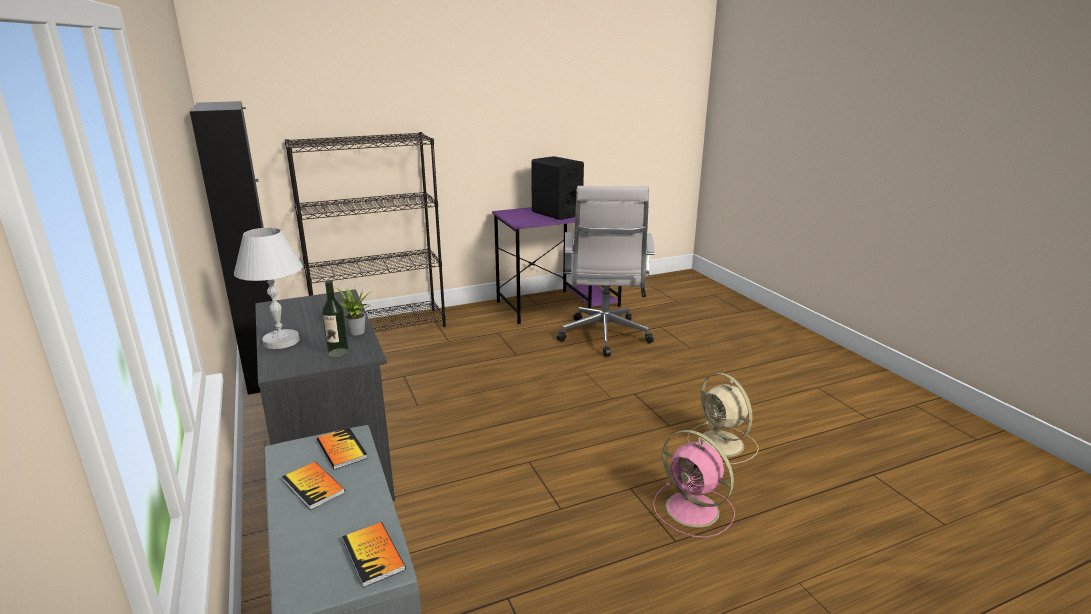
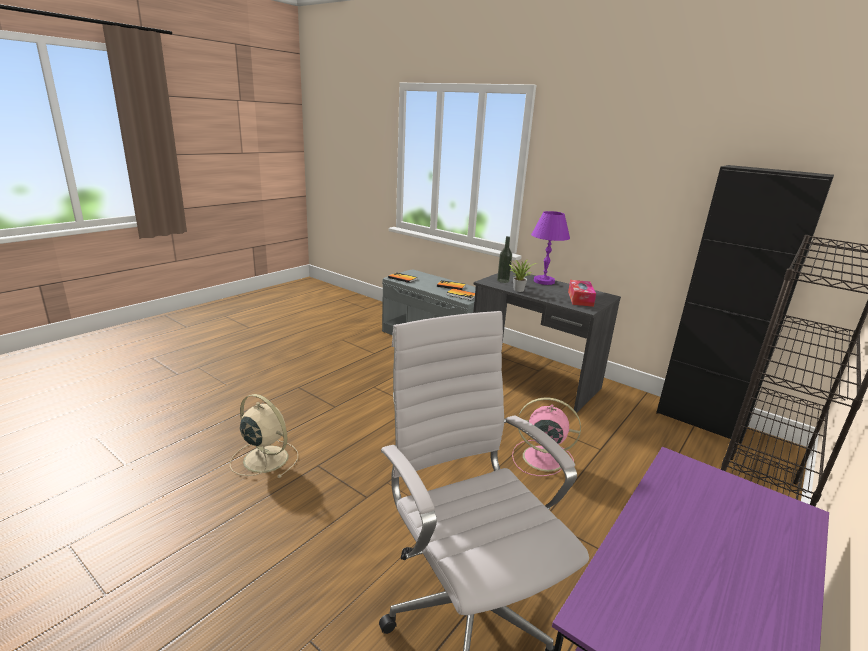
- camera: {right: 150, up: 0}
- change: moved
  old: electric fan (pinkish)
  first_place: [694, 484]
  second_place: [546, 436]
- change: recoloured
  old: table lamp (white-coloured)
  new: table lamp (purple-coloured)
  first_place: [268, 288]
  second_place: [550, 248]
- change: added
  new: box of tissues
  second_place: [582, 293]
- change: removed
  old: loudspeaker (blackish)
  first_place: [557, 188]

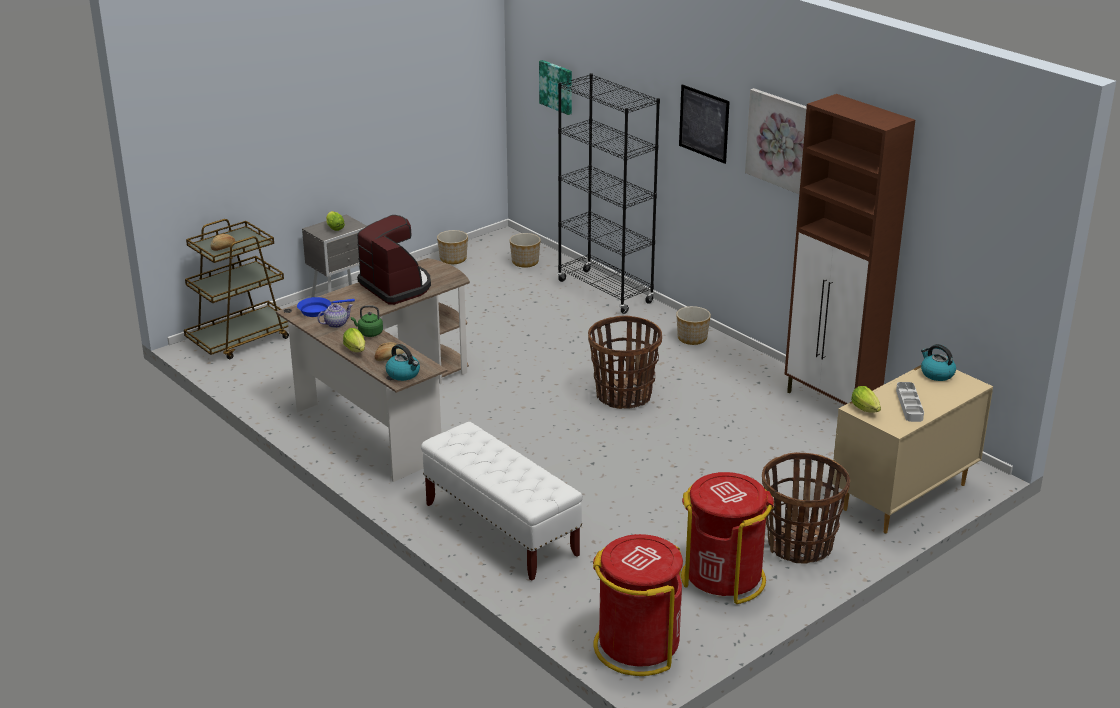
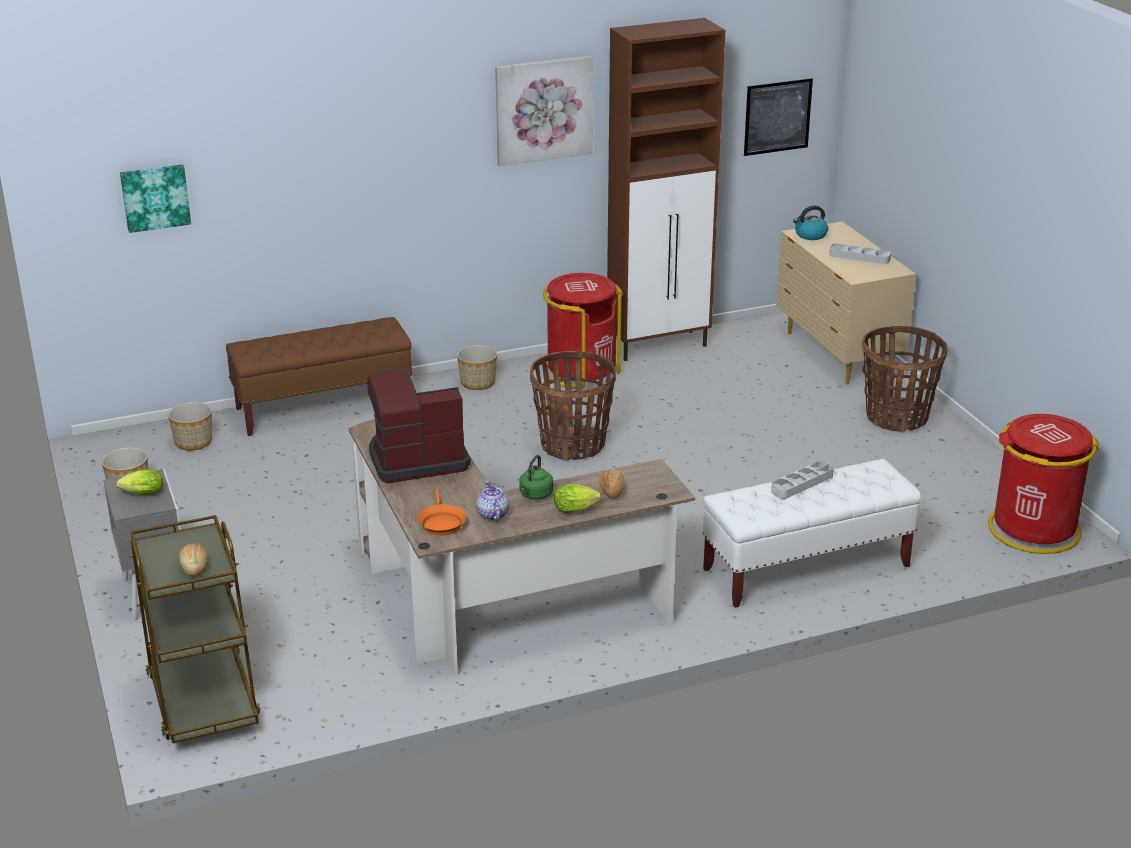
- camera: {right: -70, up: 0}
- change: replaced
  old: shelving unit (blackish)
  new: indoor bench (brown-coloured)
  first_place: [608, 193]
  second_place: [319, 376]
- change: recoloured
  old: pan (blue-coloured)
  new: pan (orange)
  first_place: [326, 307]
  second_place: [442, 513]
- change: moved
  old: trash can (red-coloured)
  first_place: [727, 538]
  second_place: [583, 331]
- change: moved
  old: wall art
  first_place: [704, 124]
  second_place: [778, 117]
- change: added
  new: tray (greyish)
  second_place: [802, 480]
- change: removed
  old: tea kettle
  first_place: [403, 362]
- change: removed
  old: lettuce
  first_place: [866, 399]

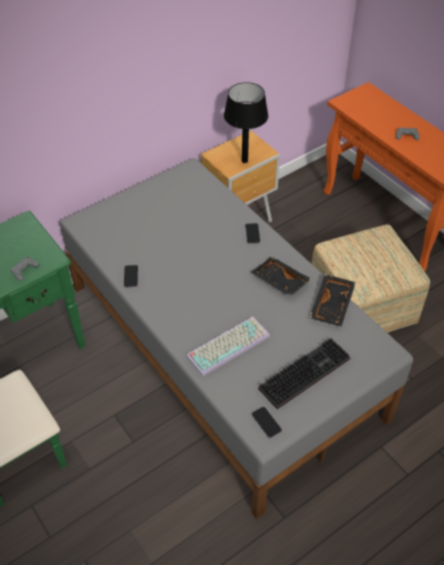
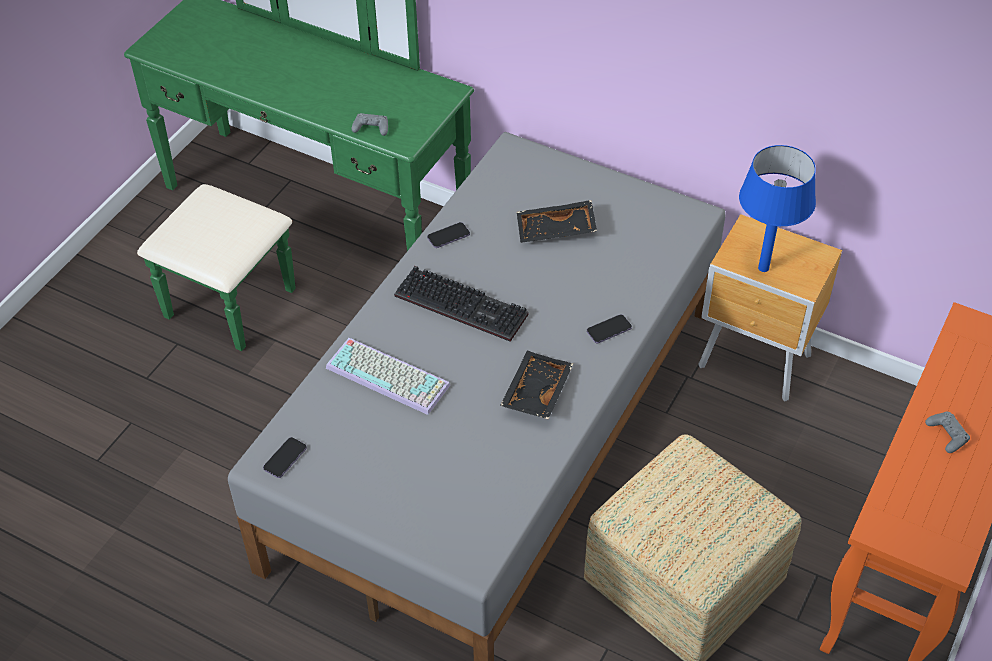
- camera: {right: 65, up: 0}
- change: moved
  old: PC keyboard
  first_place: [304, 373]
  second_place: [461, 304]
- change: moved
  old: tray (blackish)
  first_place: [333, 300]
  second_place: [557, 221]
- change: recoloured
  old: table lamp (blackish)
  new: table lamp (blue-coloured)
  first_place: [246, 122]
  second_place: [777, 208]

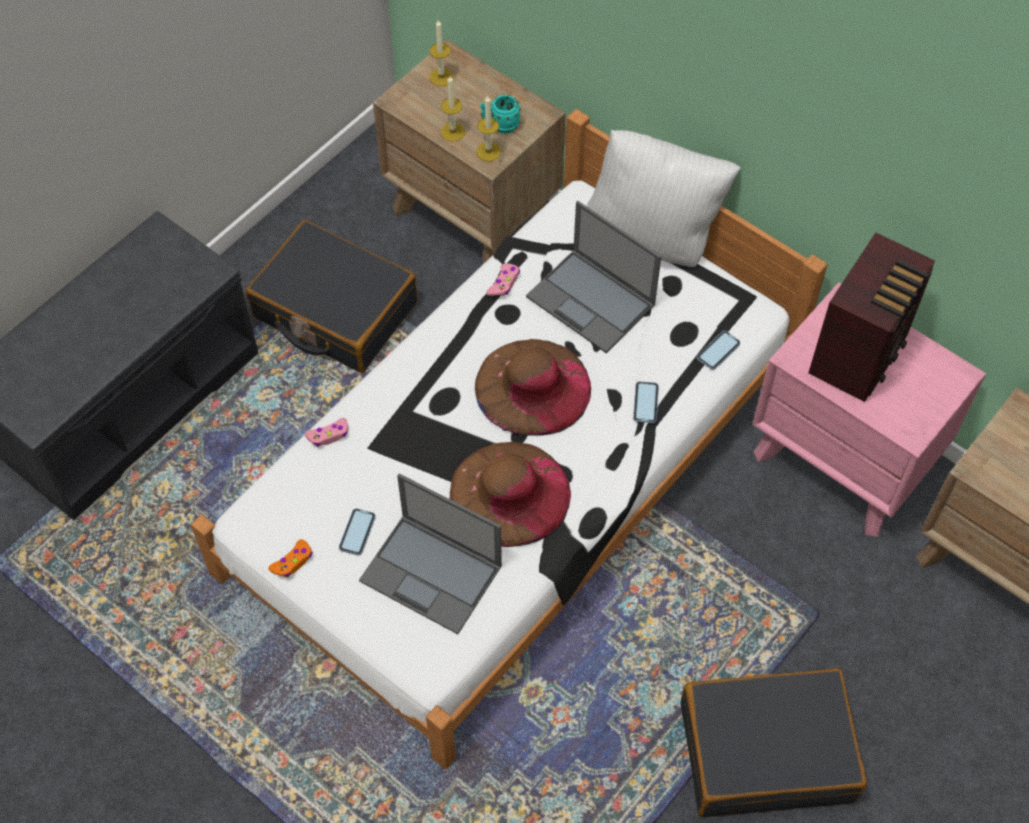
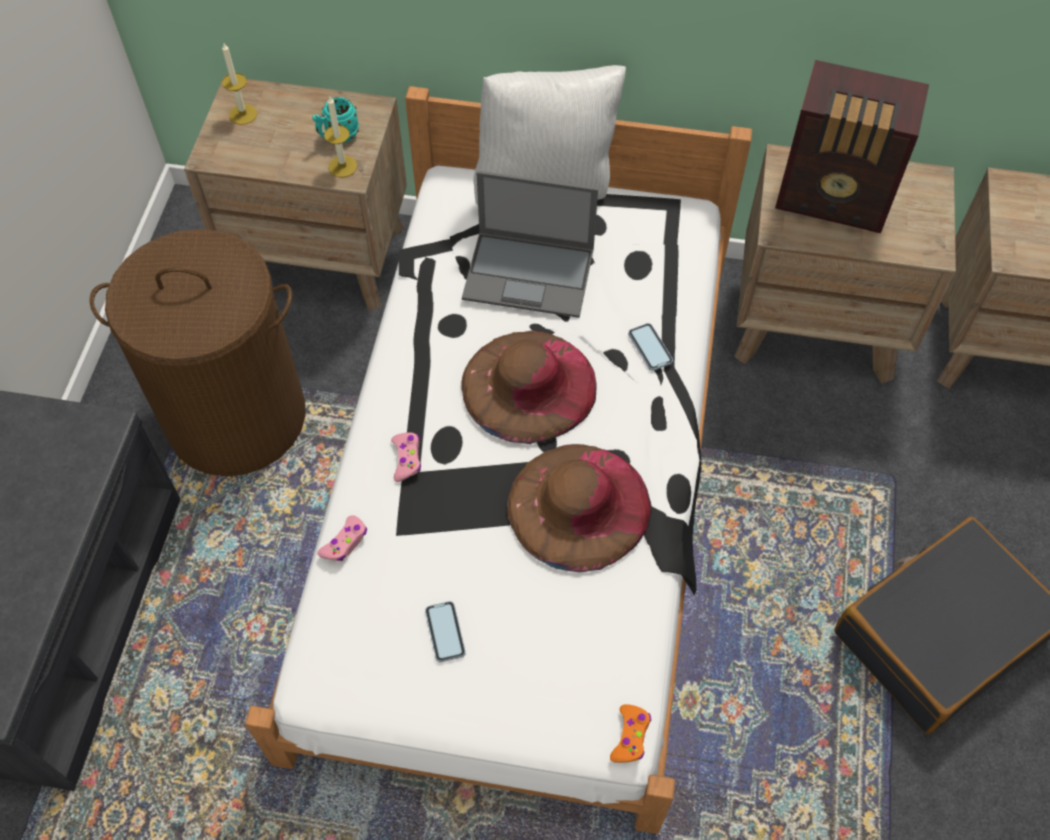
- camera: {right: -30, up: 0}
- change: replaced
  old: piece of luggage (blackish)
  new: hamper (brown-coloured)
  first_place: [331, 296]
  second_place: [197, 352]
- change: moved
  old: gamepad (pinkish)
  first_place: [503, 279]
  second_place: [406, 457]
- change: moved
  old: gamepad (orange)
  first_place: [290, 558]
  second_place: [630, 733]
- change: recoloured
  old: bedside table (pinkish)
  new: bedside table (brown-coloured)
  first_place: [869, 409]
  second_place: [845, 263]
- change: turned
  old: radio
  first_place: [871, 317]
  second_place: [852, 146]
  degrees: 105
- change: removed
  old: portable computer
  first_place: [430, 553]
- change: removed
  old: candle
  first_place: [453, 109]
- change: removed
  old: handset
  first_place: [718, 350]

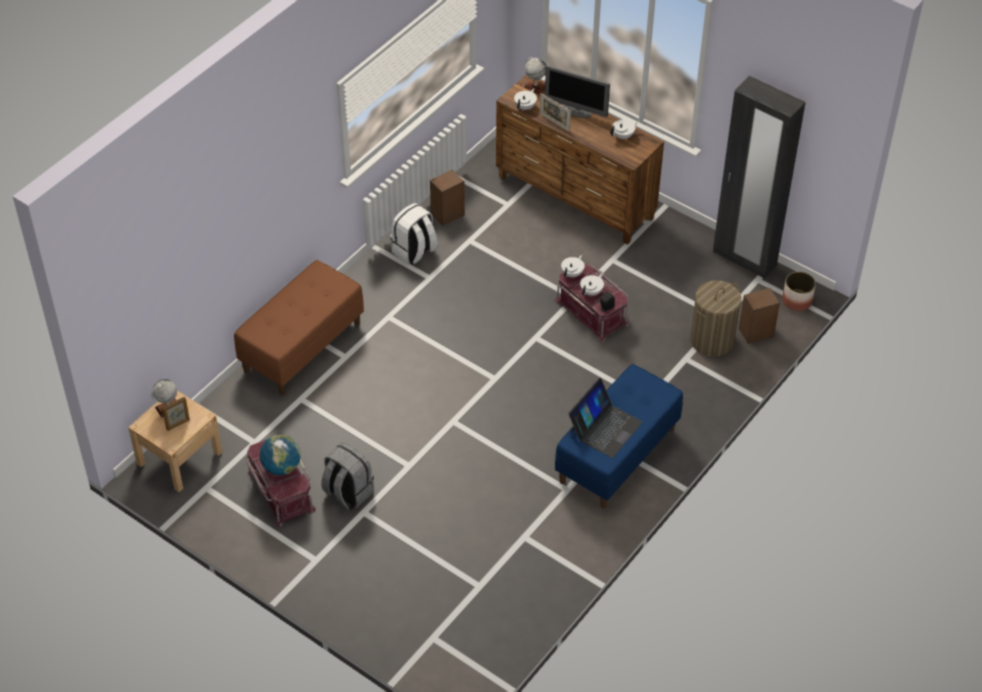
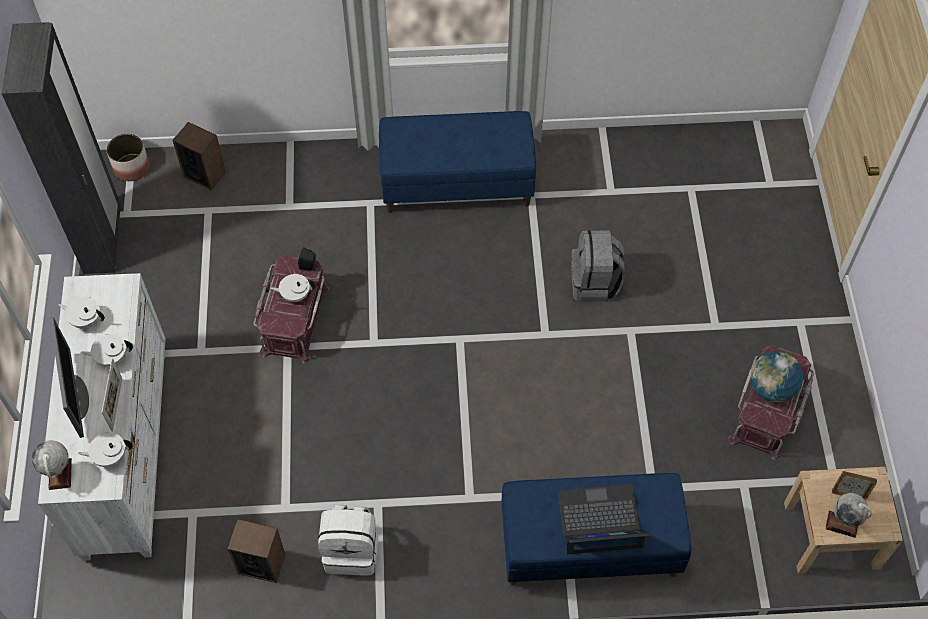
- camera: {right: -130, up: 10}
- change: recoloured
  old: dresser (brown-coloured)
  new: dresser (white-coloured)
  first_place: [580, 159]
  second_place: [102, 417]
- change: moved
  old: teapot (white-coloured)
  first_place: [573, 266]
  second_place: [107, 350]
- change: recoloured
  old: indoor bench (brown-coloured)
  new: indoor bench (blue-coloured)
  first_place: [299, 327]
  second_place: [596, 529]
- change: moved
  old: portable computer
  first_place: [605, 418]
  second_place: [603, 519]
- change: moved
  old: knapsack (greyish)
  first_place: [347, 476]
  second_place: [597, 266]
- change: removed
  old: hamper
  first_place: [715, 318]

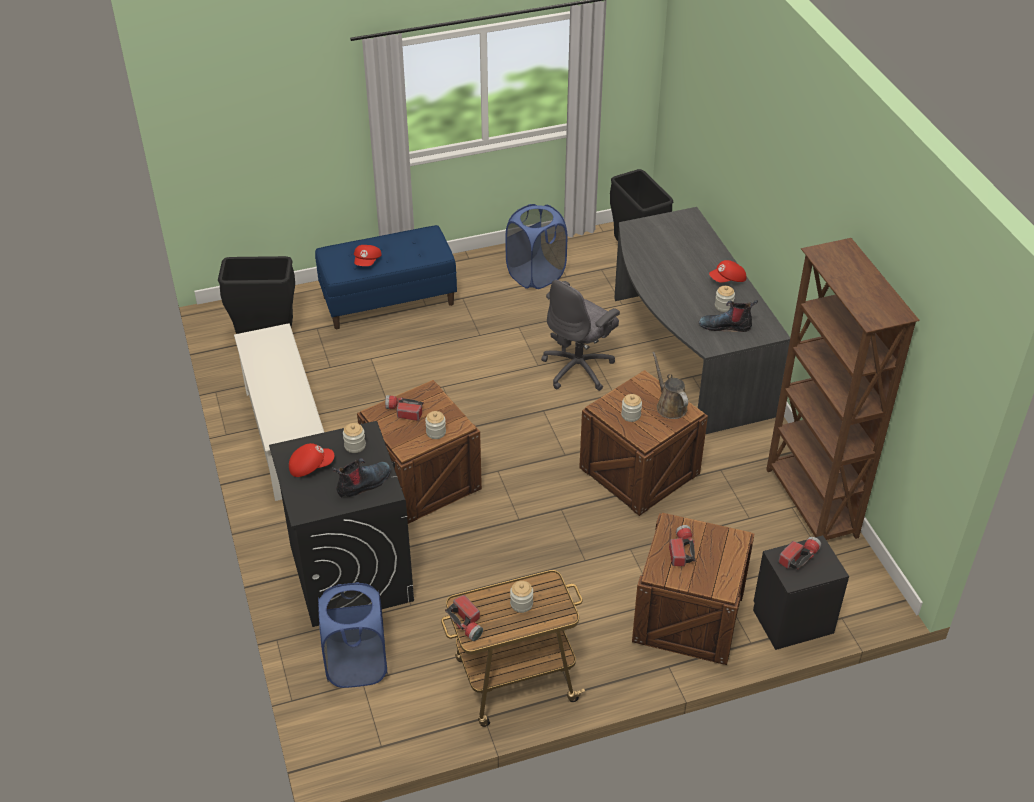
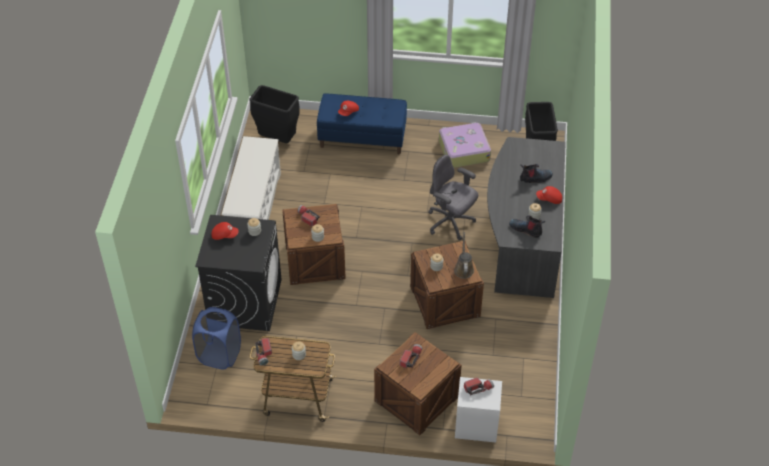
- camera: {right: 25, up: 5}
- change: turned
  old: office chair (greyish)
  first_place: [580, 335]
  second_place: [453, 197]
  degrees: 60
- change: replaced
  old: hamper (blue-coloured)
  new: piece of luggage
  first_place: [536, 246]
  second_place: [465, 145]
- change: recoloured
  old: bedside table (blackish)
  new: bedside table (white-coloured)
  first_place: [801, 592]
  second_place: [478, 410]
- change: moved
  old: boot
  first_place: [361, 478]
  second_place: [536, 173]
- change: removed
  old: shelving unit (brown-coloured)
  first_place: [843, 389]

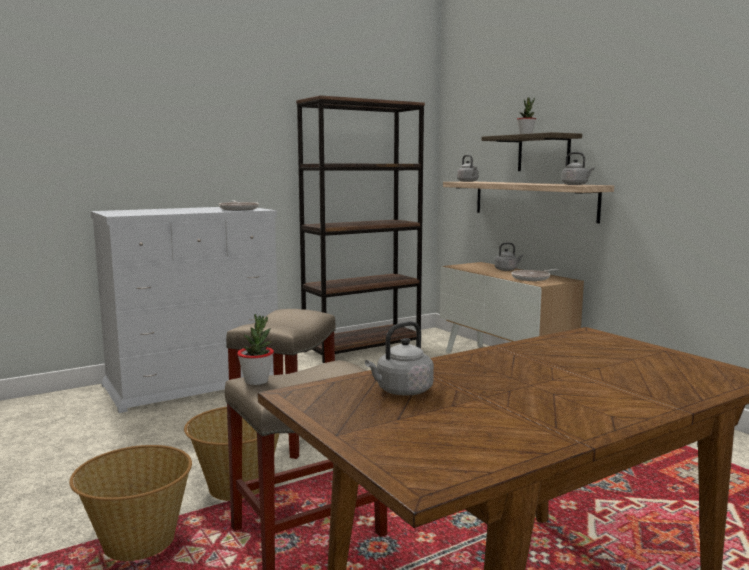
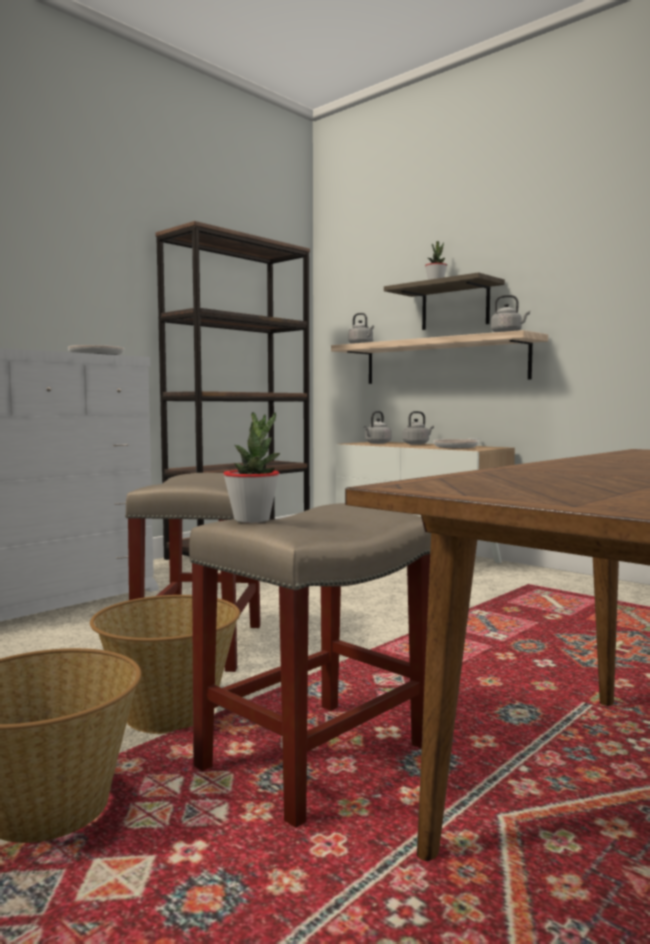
- camera: {right: -15, up: -5}
- change: moved
  old: tea kettle (greyish)
  first_place: [399, 358]
  second_place: [377, 427]

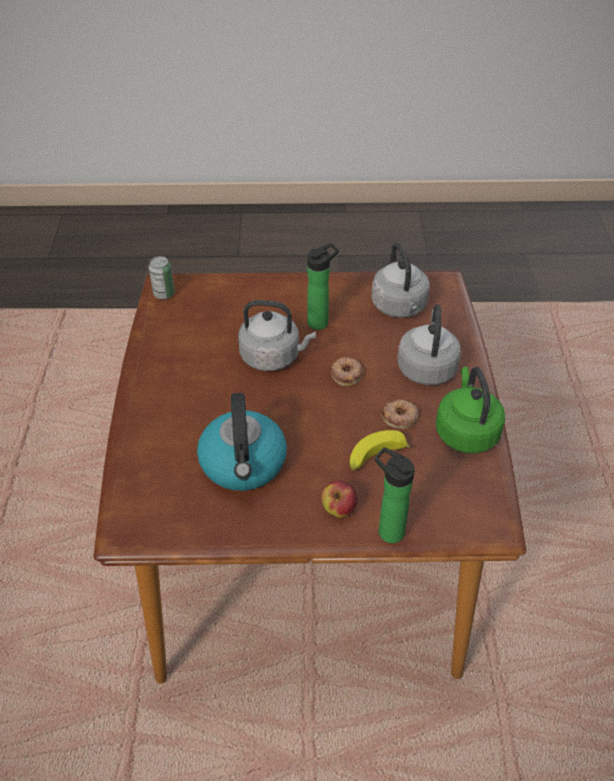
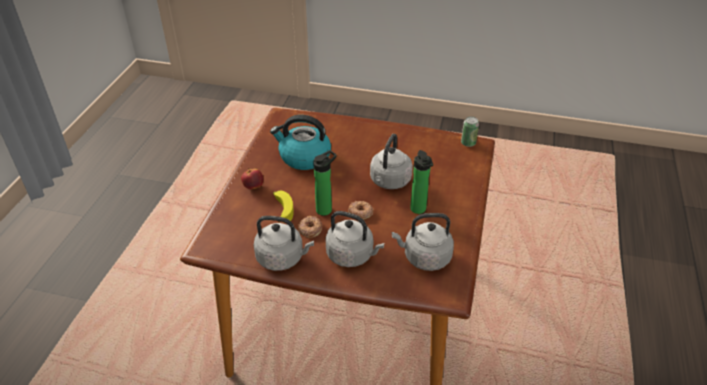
- camera: {right: 105, up: -5}
- change: recoloured
  old: tea kettle (green-coloured)
  new: tea kettle (greyish)
  first_place: [470, 409]
  second_place: [284, 243]
- change: moved
  old: bottle
  first_place: [395, 495]
  second_place: [325, 183]

